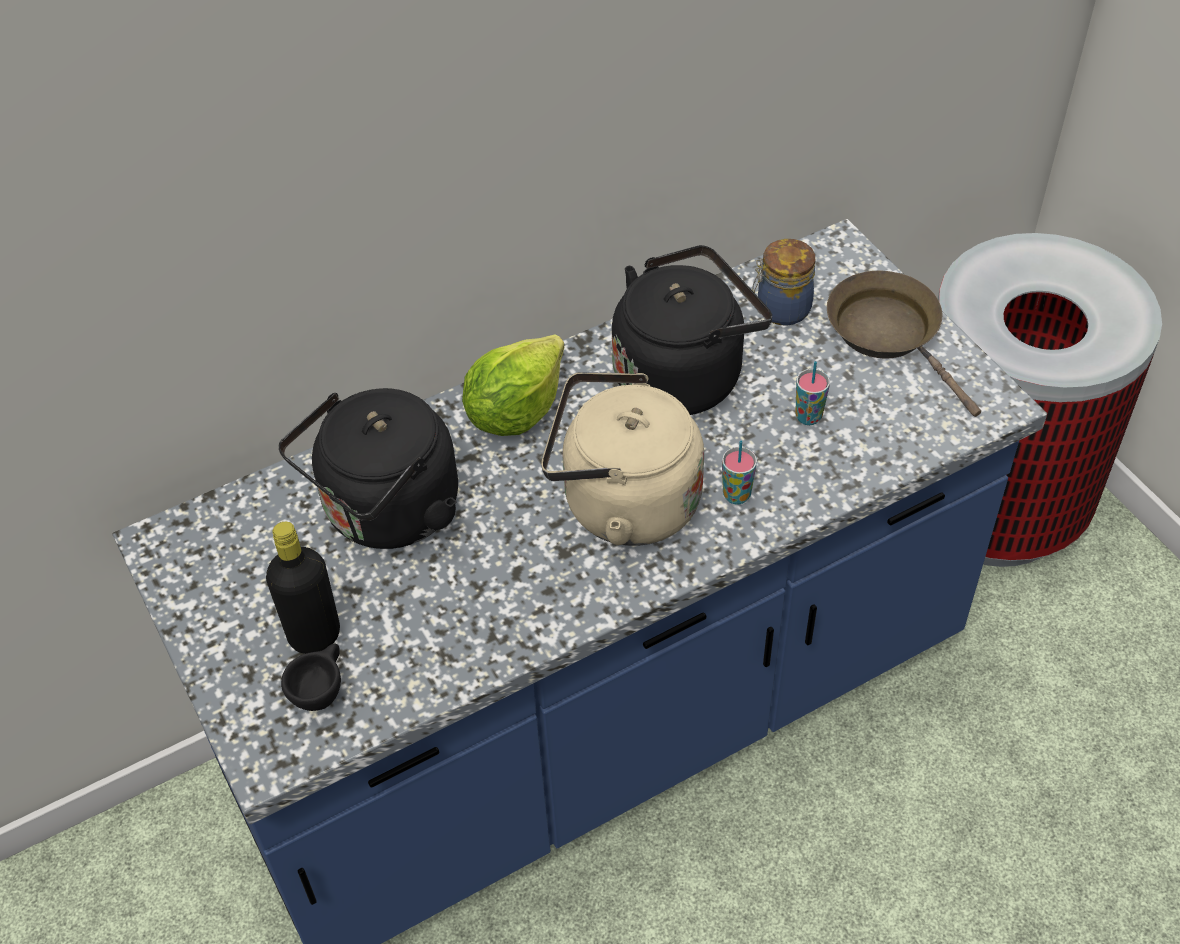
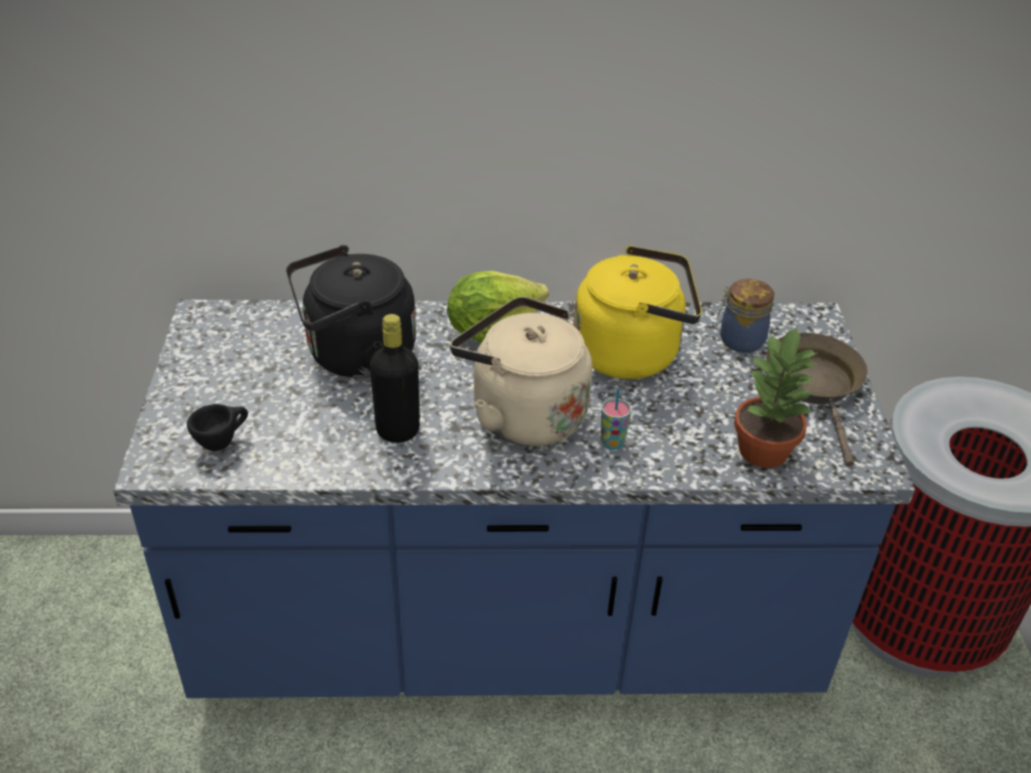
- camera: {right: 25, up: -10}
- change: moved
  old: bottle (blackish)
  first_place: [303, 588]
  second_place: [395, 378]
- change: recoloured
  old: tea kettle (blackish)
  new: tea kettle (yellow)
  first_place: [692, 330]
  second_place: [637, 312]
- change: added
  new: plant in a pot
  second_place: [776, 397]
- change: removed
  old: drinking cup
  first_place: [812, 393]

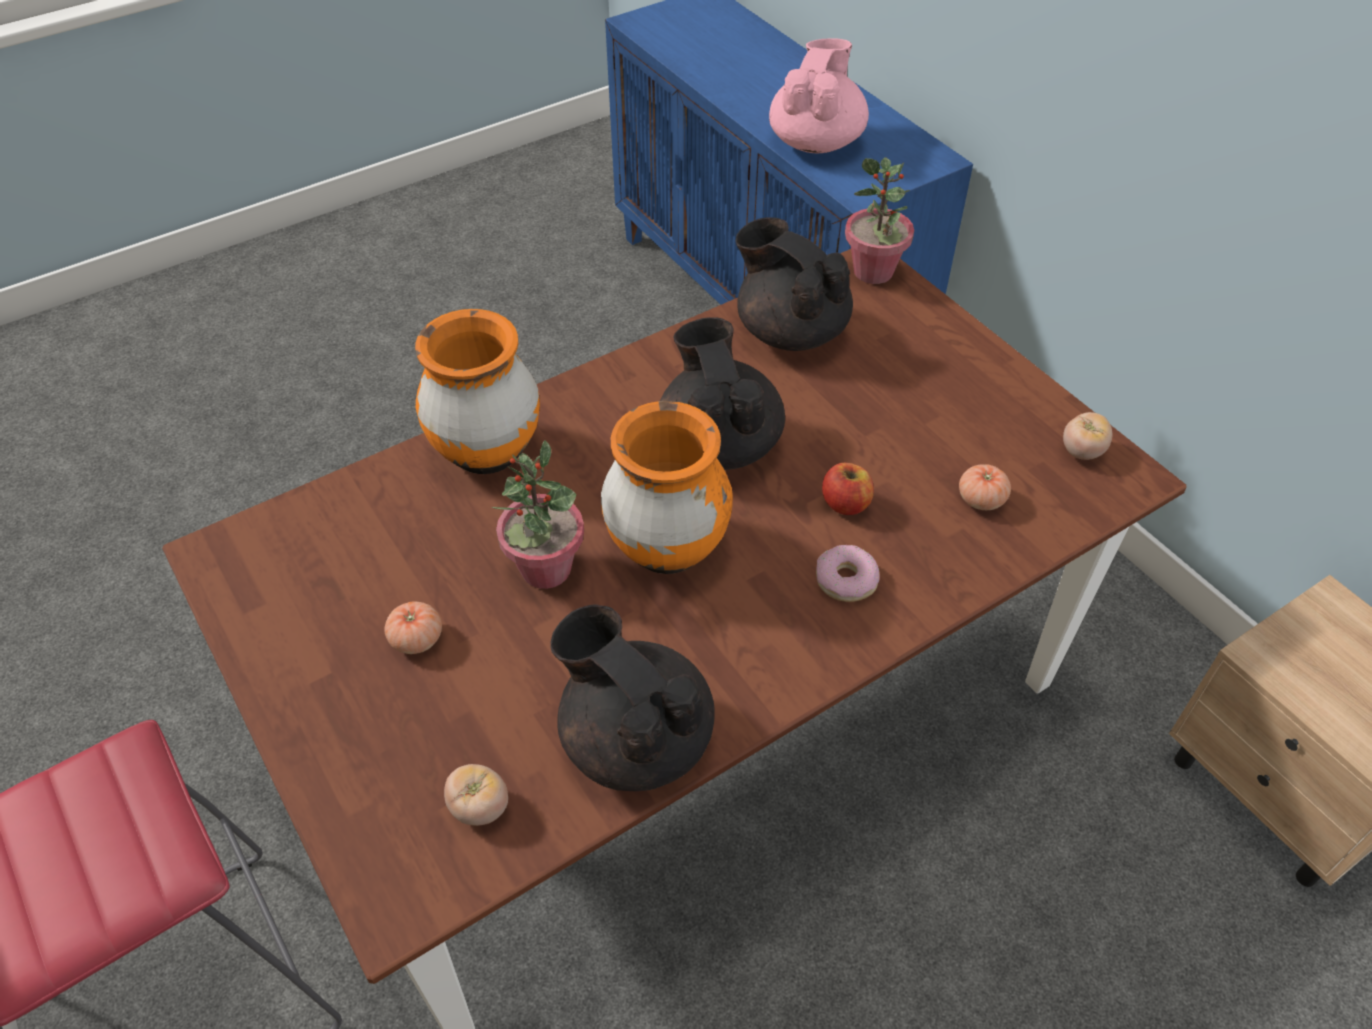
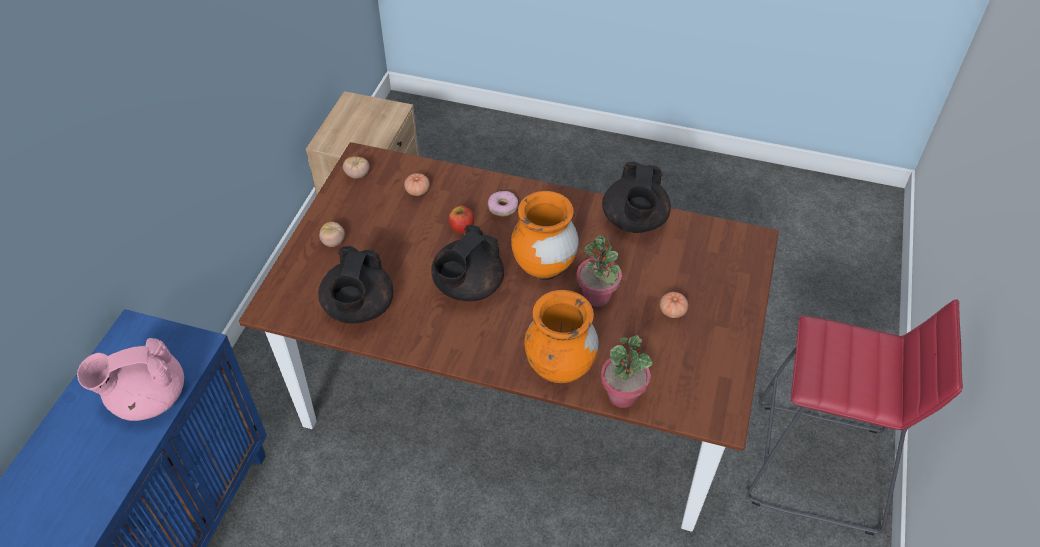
- camera: {right: -130, up: 0}
- change: moved
  old: whole tomato
  first_place: [476, 795]
  second_place: [332, 234]
- change: moved
  old: plant in a pot
  first_place: [879, 220]
  second_place: [627, 371]

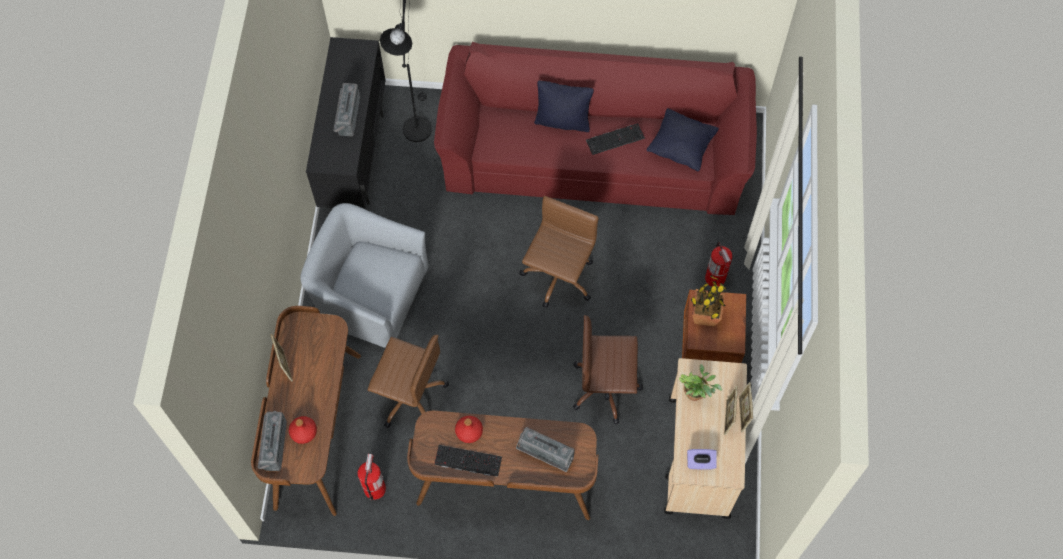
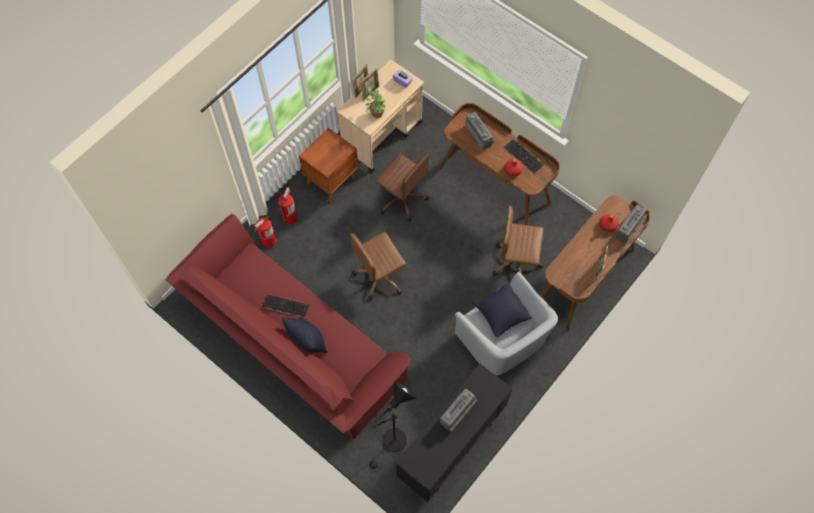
- camera: {right: -145, up: 0}
- change: moved
  old: extinguisher
  first_place: [372, 477]
  second_place: [265, 232]
- change: moved
  old: throw pillow (blackish)
  first_place: [683, 139]
  second_place: [502, 310]
- change: turned
  old: office chair (brown-coloured)
  first_place: [408, 381]
  second_place: [518, 241]
  degrees: -45
- change: removed
  old: plant in a pot
  first_place: [709, 301]

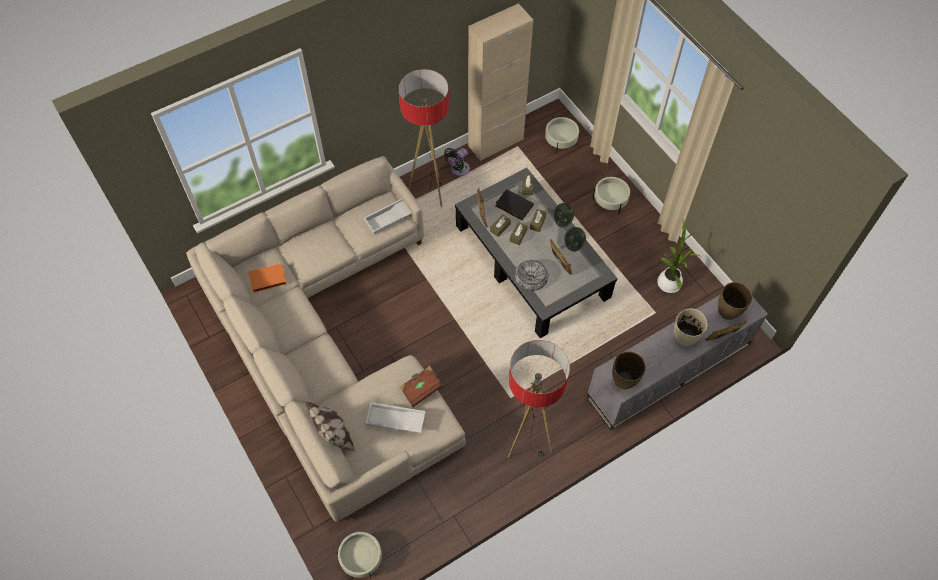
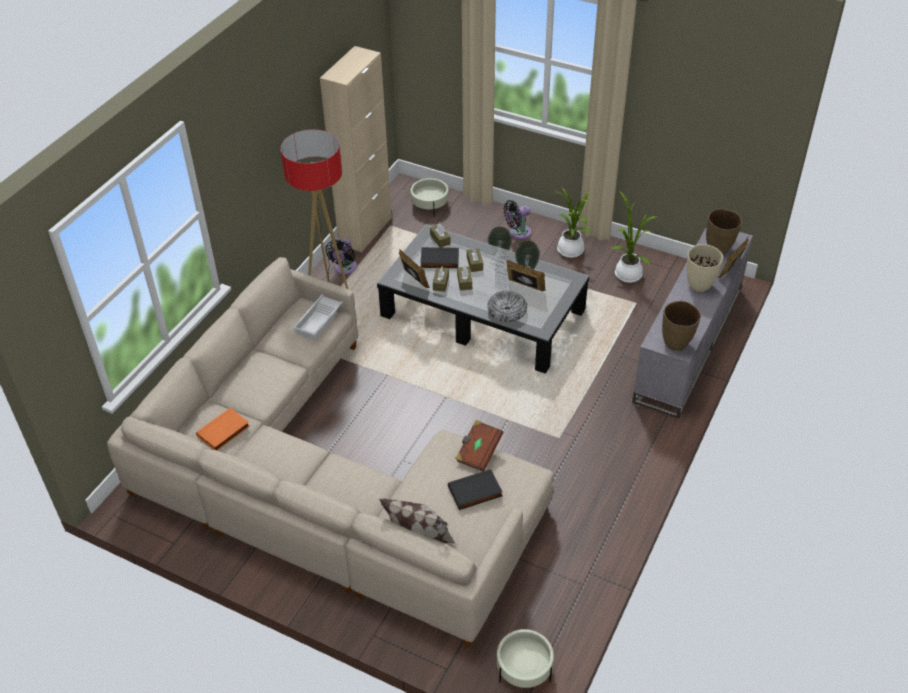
- camera: {right: -30, up: -15}
- change: replaced
  old: tray (white-coloured)
  new: volume (blackish)
  first_place: [395, 417]
  second_place: [475, 489]
- change: replaced
  old: plant pot (beige-coloured)
  new: electric fan (blackish)
  first_place: [611, 195]
  second_place: [518, 219]
- change: added
  new: plant in a pot
  second_place: [572, 223]
- change: removed
  old: standing lamp
  first_place: [539, 399]

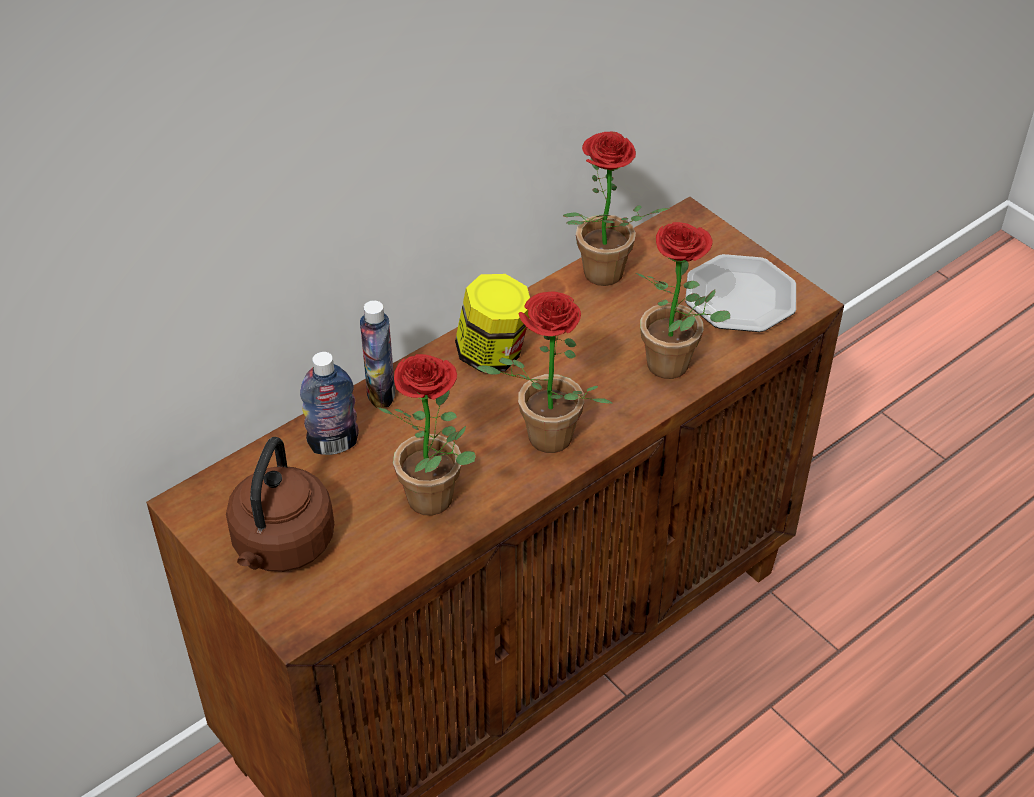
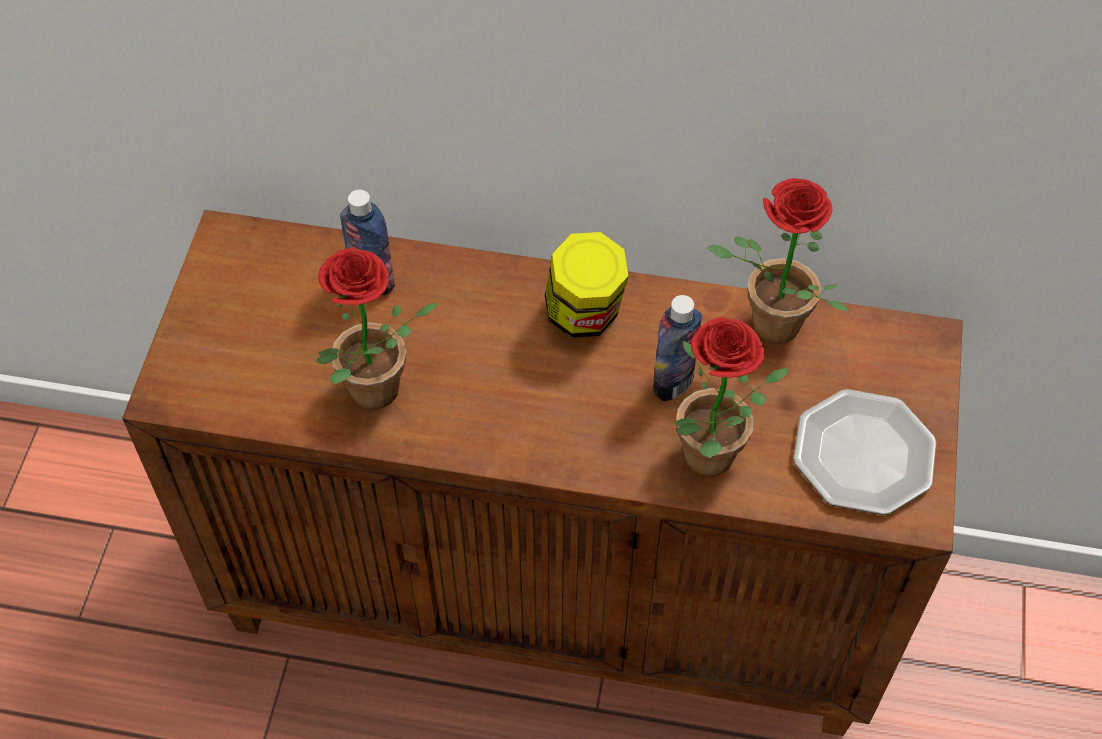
- camera: {right: 50, up: 10}
- change: moved
  old: bottle
  first_place: [377, 354]
  second_place: [677, 348]
- change: removed
  old: tea kettle (brown-coloured)
  first_place: [280, 504]
- change: removed
  old: plant in a pot
  first_place: [544, 372]

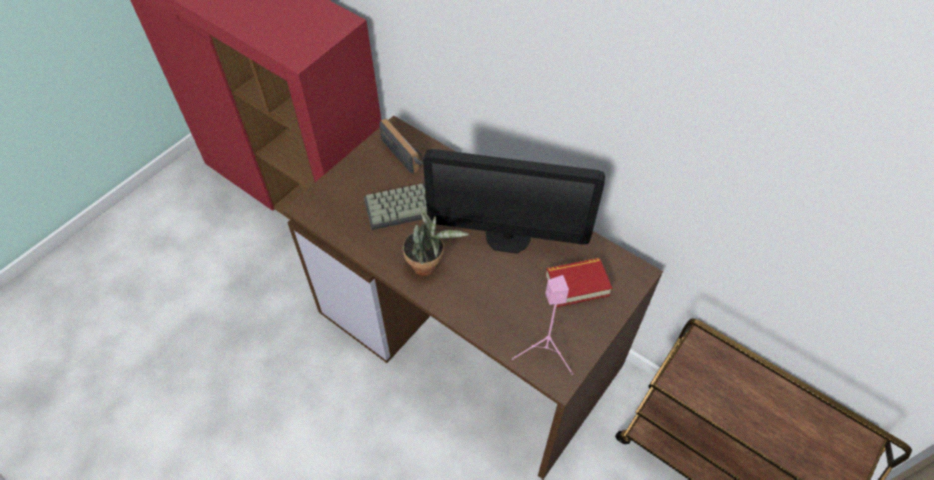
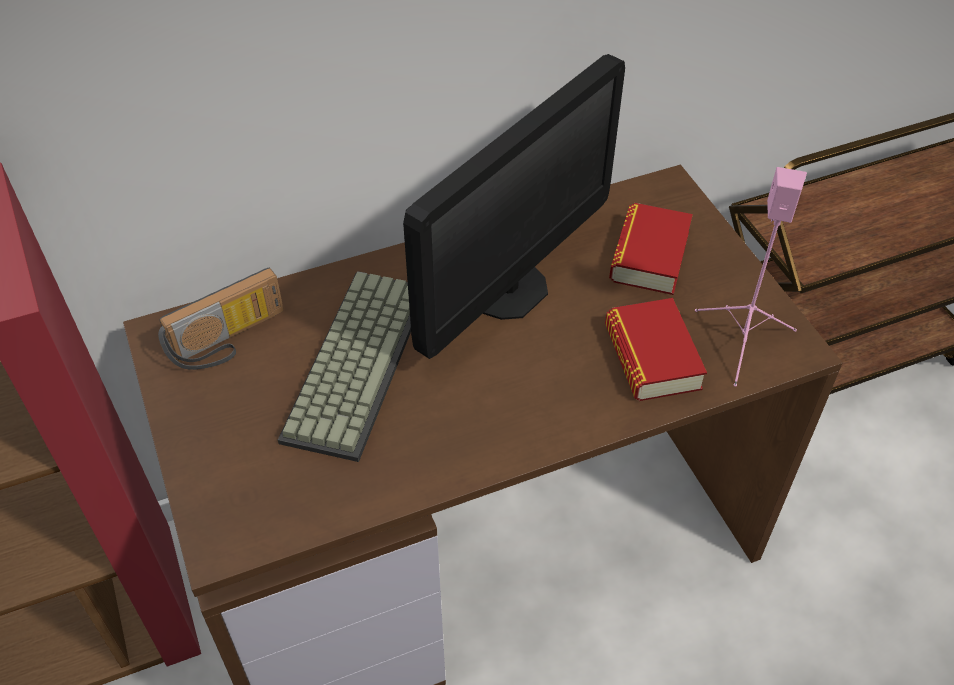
- camera: {right: -60, up: -5}
- change: turned
  old: radio
  first_place: [401, 146]
  second_place: [220, 319]
  degrees: 150
- change: added
  new: volume
  second_place: [656, 349]
- change: removed
  old: plant in a pot
  first_place: [436, 240]

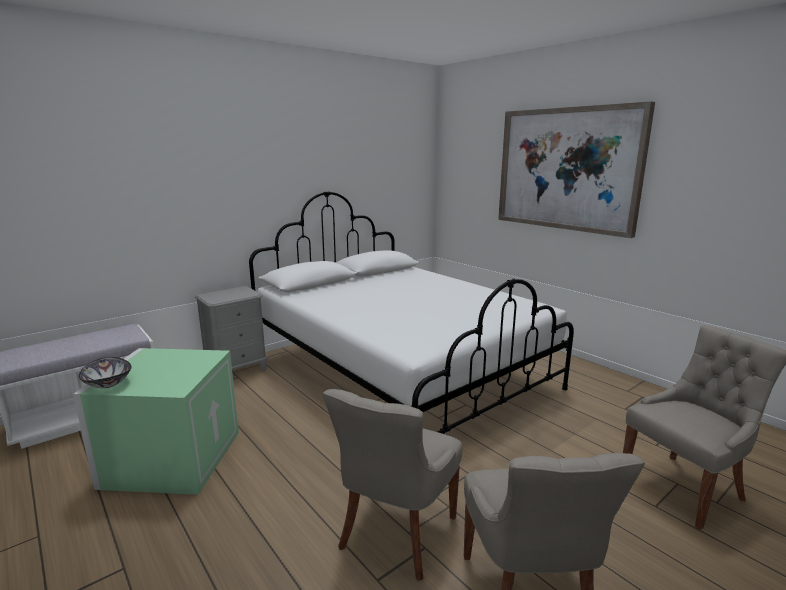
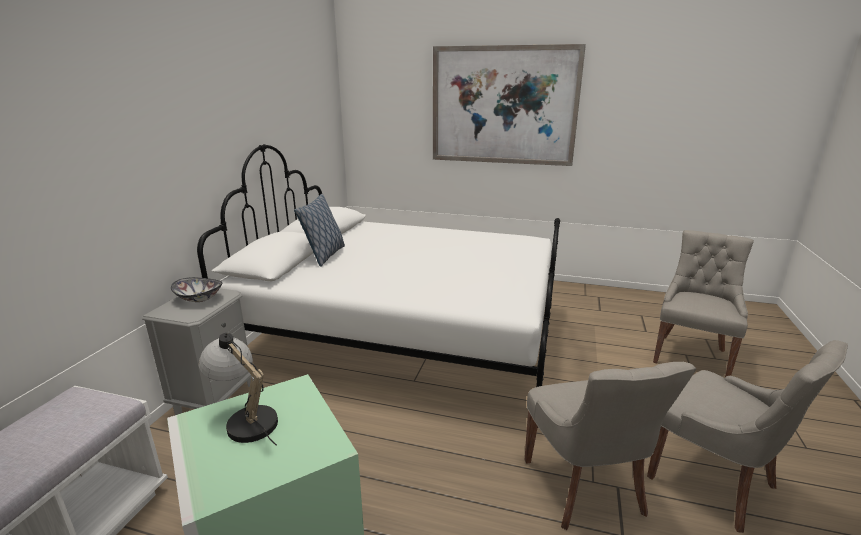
- camera: {right: -35, up: 5}
- change: moved
  old: bowl
  first_place: [105, 372]
  second_place: [196, 289]
- change: added
  new: table lamp
  second_place: [238, 389]
- change: added
  new: throw pillow
  second_place: [319, 230]

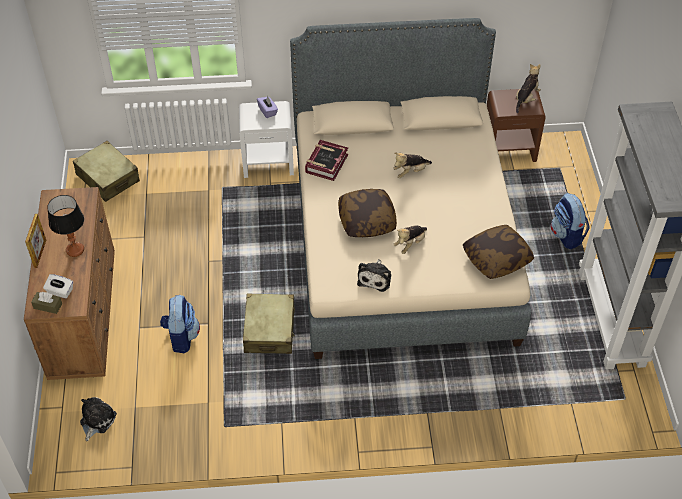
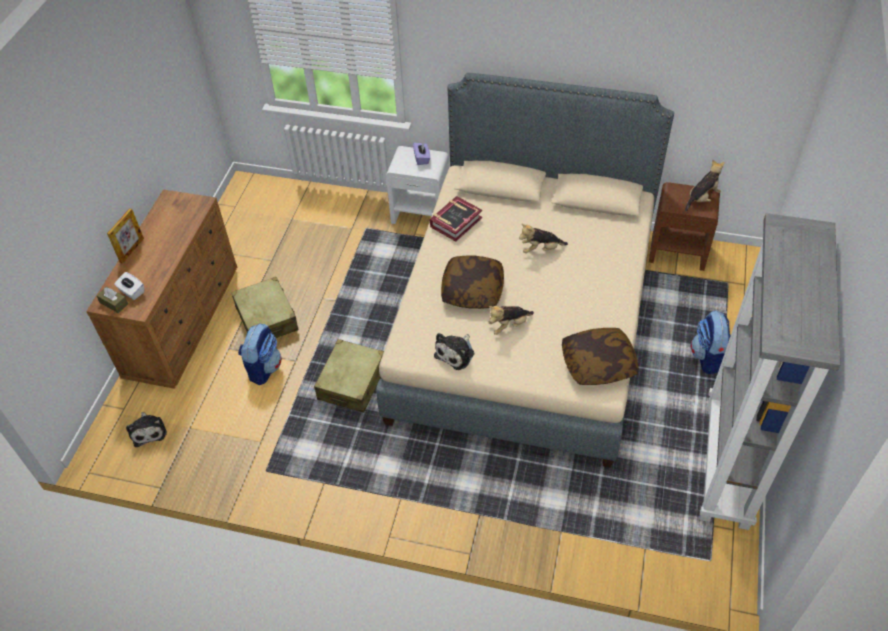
- camera: {right: 20, up: 0}
- change: turned
  old: soft toy
  first_place: [98, 419]
  second_place: [146, 429]
  degrees: 120
- change: moved
  old: piece of luggage (beige-coloured)
  first_place: [106, 171]
  second_place: [265, 307]
- change: removed
  old: table lamp
  first_place: [65, 226]

